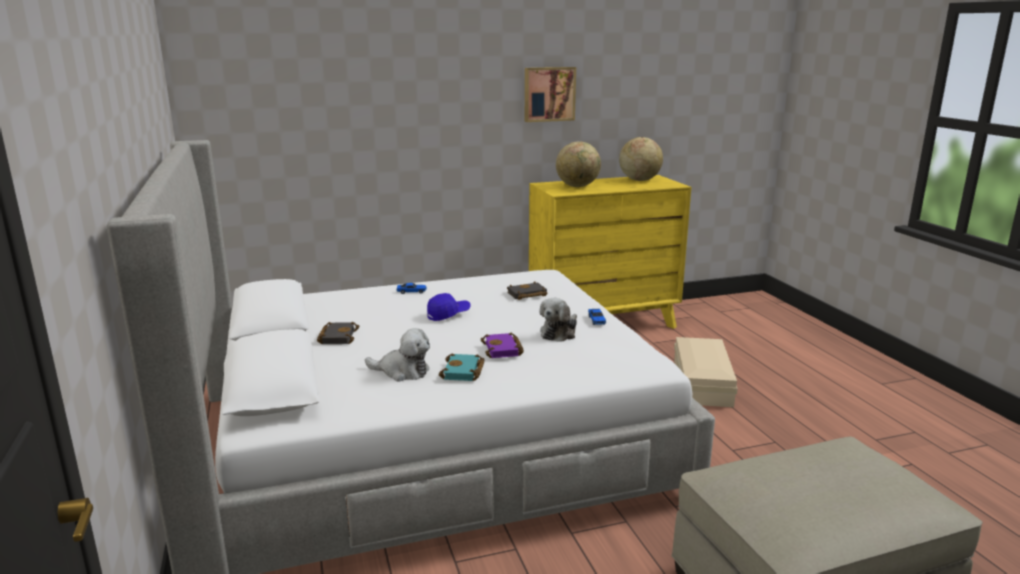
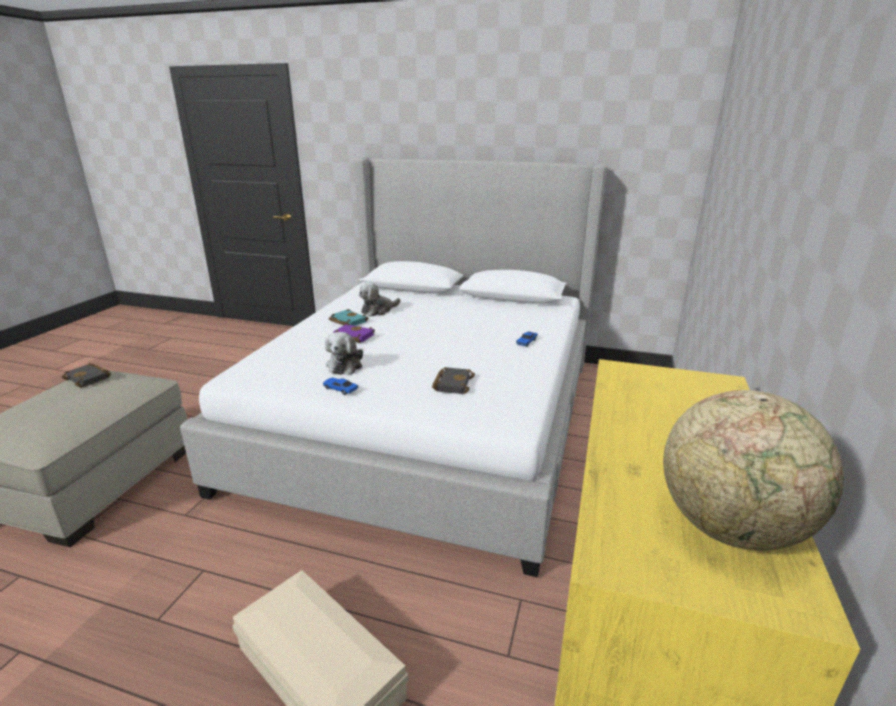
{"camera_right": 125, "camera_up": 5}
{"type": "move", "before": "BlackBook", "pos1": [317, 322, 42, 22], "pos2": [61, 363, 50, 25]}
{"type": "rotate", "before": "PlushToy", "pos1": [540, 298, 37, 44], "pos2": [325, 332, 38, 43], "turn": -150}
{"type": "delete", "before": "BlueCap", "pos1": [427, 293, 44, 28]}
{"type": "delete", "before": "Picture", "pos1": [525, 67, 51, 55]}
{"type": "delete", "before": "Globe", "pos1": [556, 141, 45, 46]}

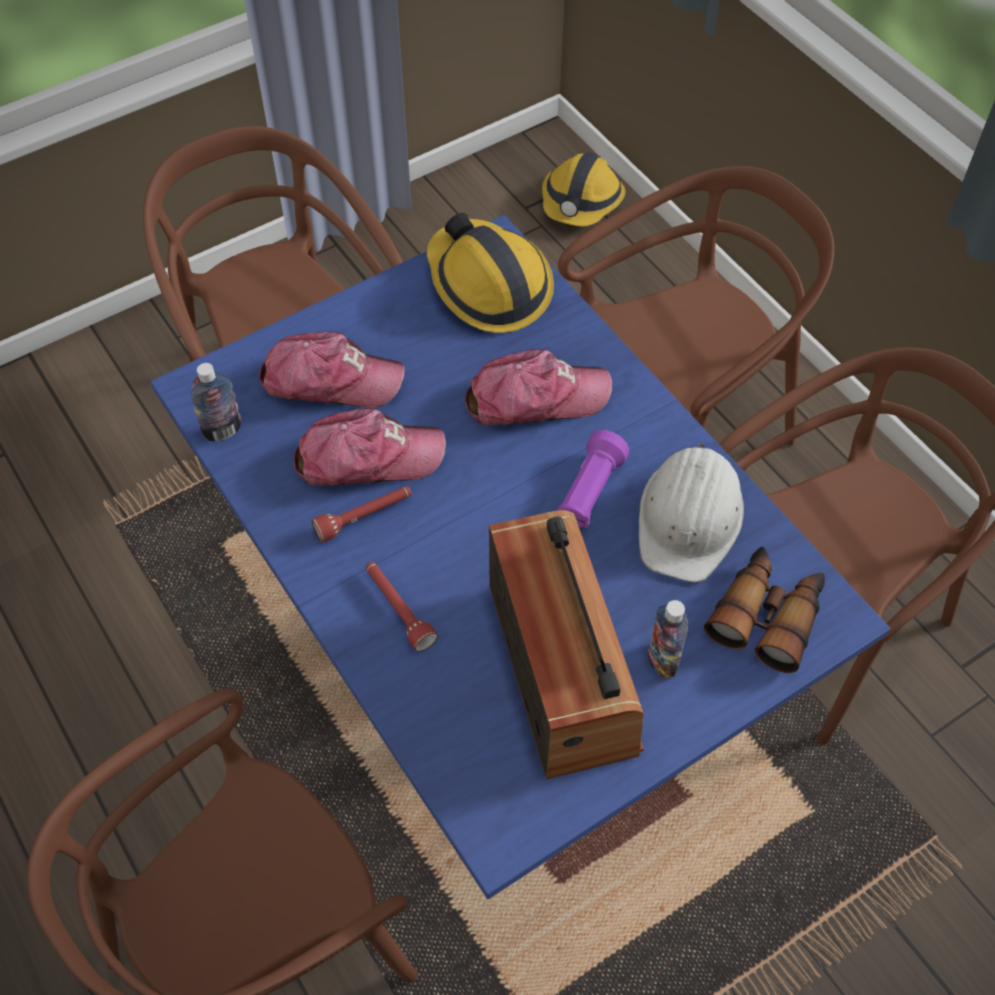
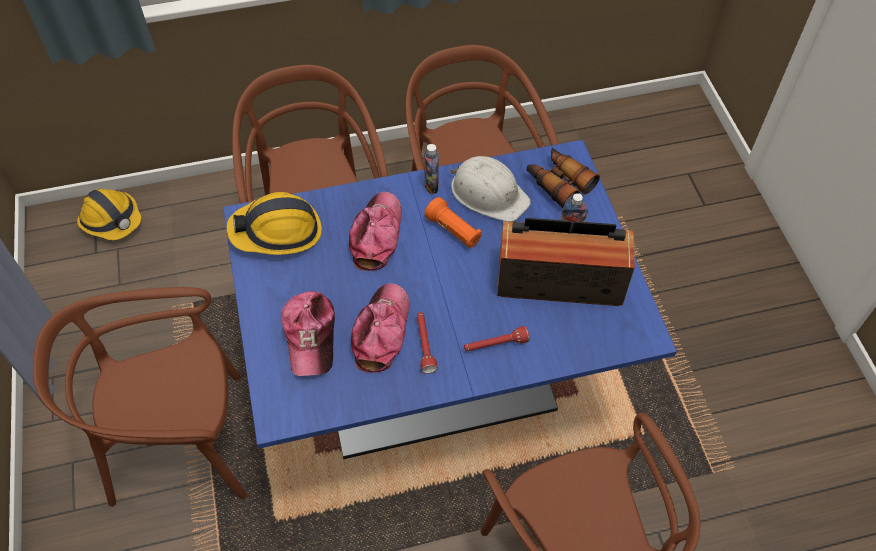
{"camera_right": -70, "camera_up": 0}
{"type": "rotate", "before": "Cap", "pos1": [259, 332, 146, 75], "pos2": [282, 291, 53, 85], "turn": 150}
{"type": "move", "before": "Bottle", "pos1": [191, 363, 50, 78], "pos2": [424, 144, 15, 50]}
{"type": "recolor", "before": "PurpleFlashlight", "after": "OrangeFlashlight", "pos1": [557, 430, 72, 98], "pos2": [425, 197, 56, 51]}

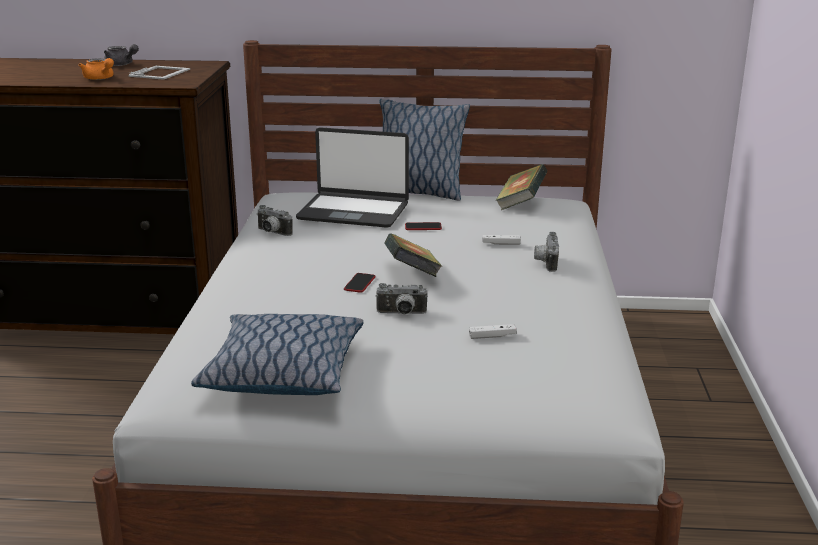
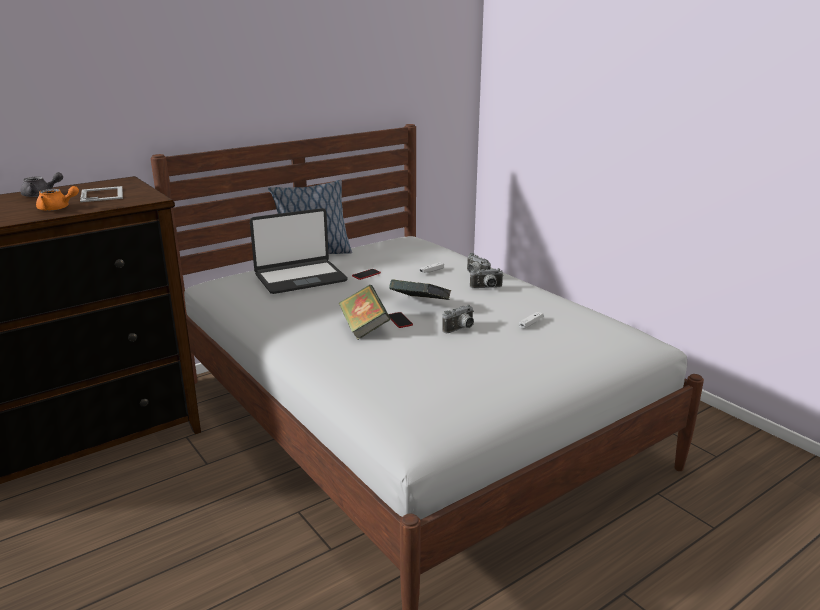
{"camera_right": -40, "camera_up": 0}
{"type": "move", "before": "Book", "pos1": [495, 164, 52, 46], "pos2": [338, 285, 53, 55]}
{"type": "move", "before": "PhotoCamera", "pos1": [256, 205, 37, 31], "pos2": [470, 268, 34, 20]}
{"type": "delete", "before": "Pillow", "pos1": [191, 314, 172, 81]}

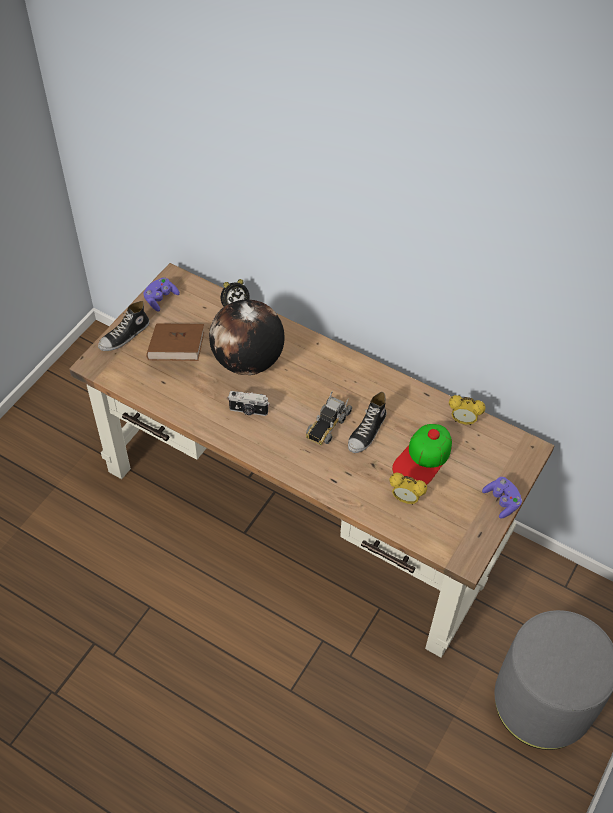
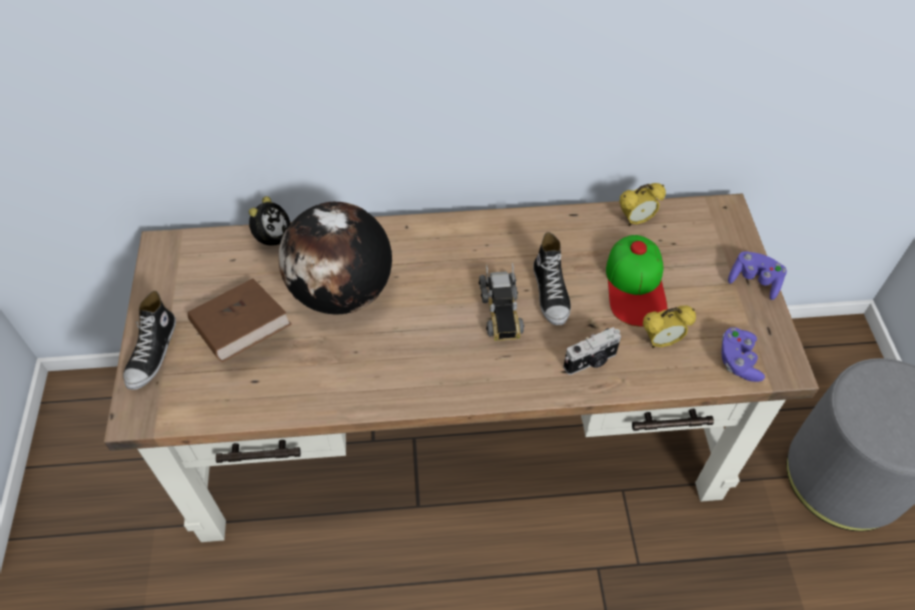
{"camera_right": -35, "camera_up": 0}
{"type": "move", "before": "PhotoCamera", "pos1": [228, 391, 41, 25], "pos2": [563, 327, 58, 48]}
{"type": "move", "before": "PurpleGameController", "pos1": [143, 277, 37, 35], "pos2": [721, 327, 44, 55]}

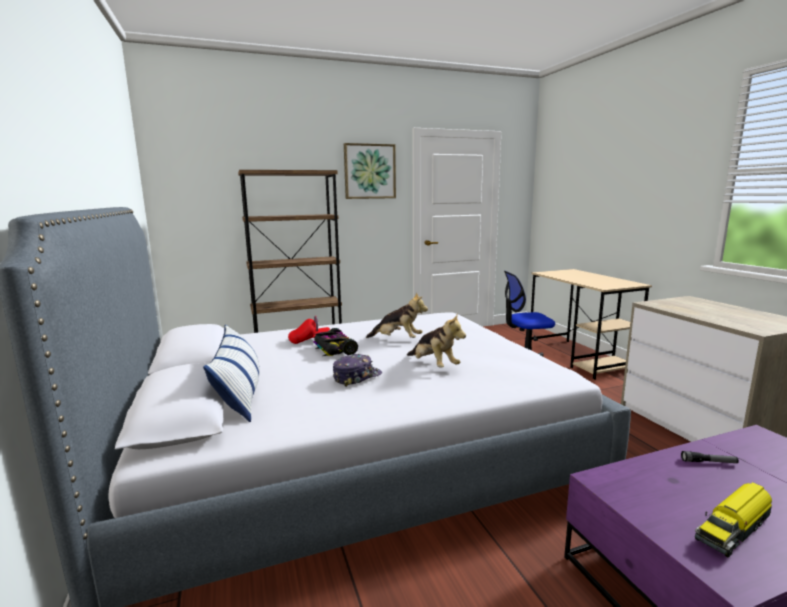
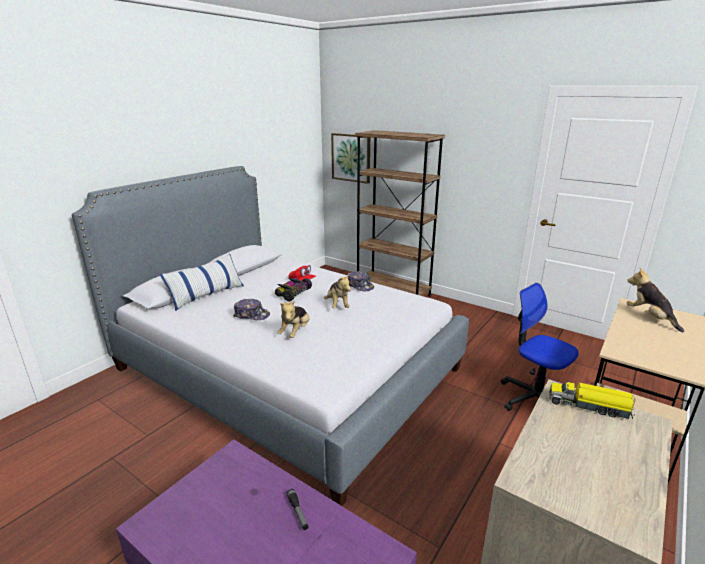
{"camera_right": 55, "camera_up": 10}
{"type": "move", "before": "Picture", "pos1": [344, 143, 52, 56], "pos2": [331, 133, 39, 51]}
{"type": "insert", "after": "Cap", "pos2": [347, 271, 27, 20]}
{"type": "move", "before": "ToyTruck", "pos1": [695, 482, 77, 76], "pos2": [550, 381, 85, 38]}
{"type": "insert", "after": "PlushToy", "pos2": [627, 268, 57, 64]}

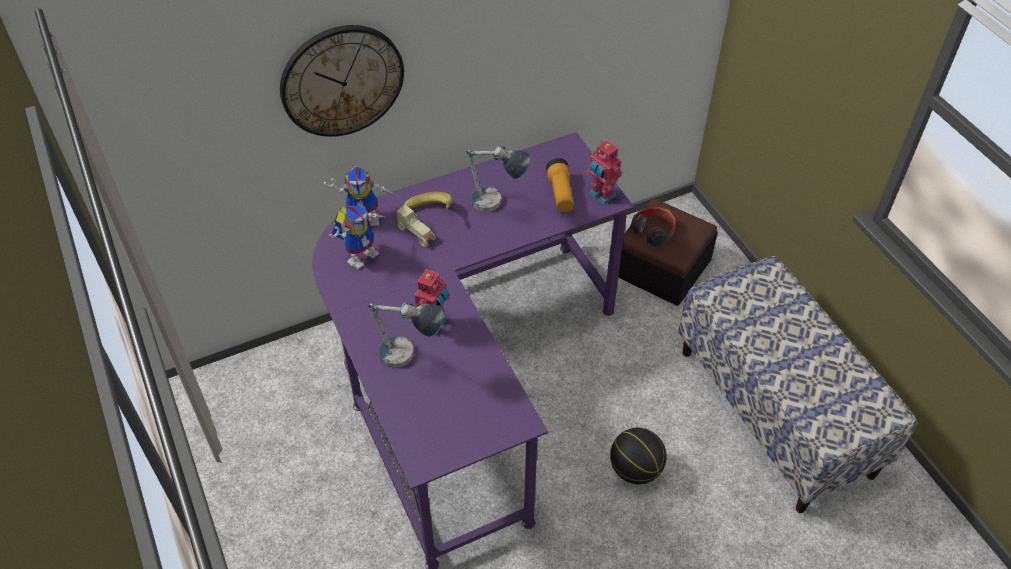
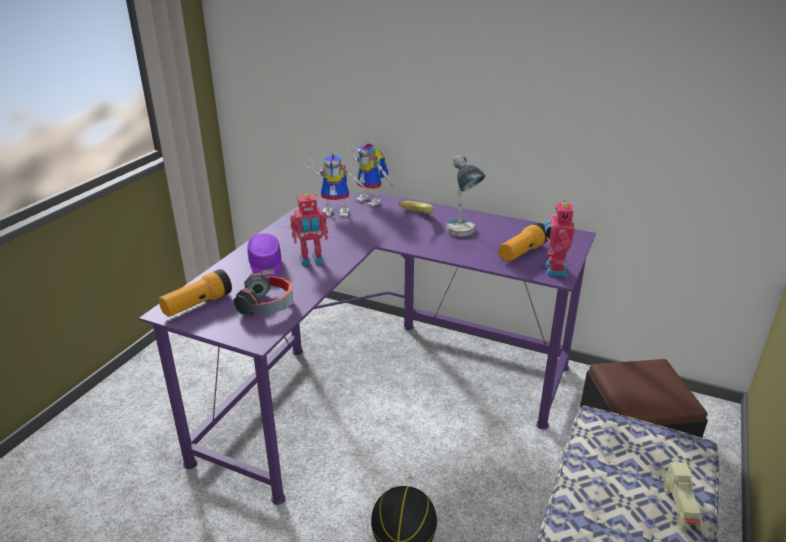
{"camera_right": 50, "camera_up": -20}
{"type": "insert", "after": "Flashlight", "pos2": [159, 269, 73, 48]}
{"type": "move", "before": "Headphones", "pos1": [630, 207, 45, 40], "pos2": [233, 273, 60, 42]}
{"type": "replace", "before": "TableLamp", "after": "PurpleCap", "pos1": [369, 302, 74, 66], "pos2": [247, 233, 35, 44]}
{"type": "move", "before": "BeigeToyCar", "pos1": [396, 205, 40, 42], "pos2": [663, 462, 40, 68]}
{"type": "delete", "before": "WallClock", "pos1": [280, 25, 124, 112]}

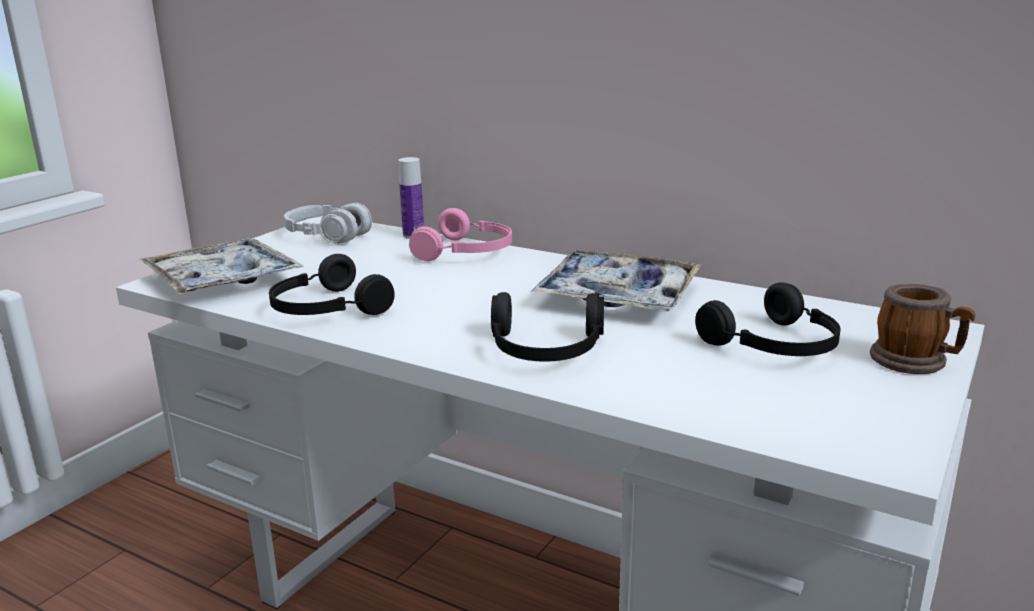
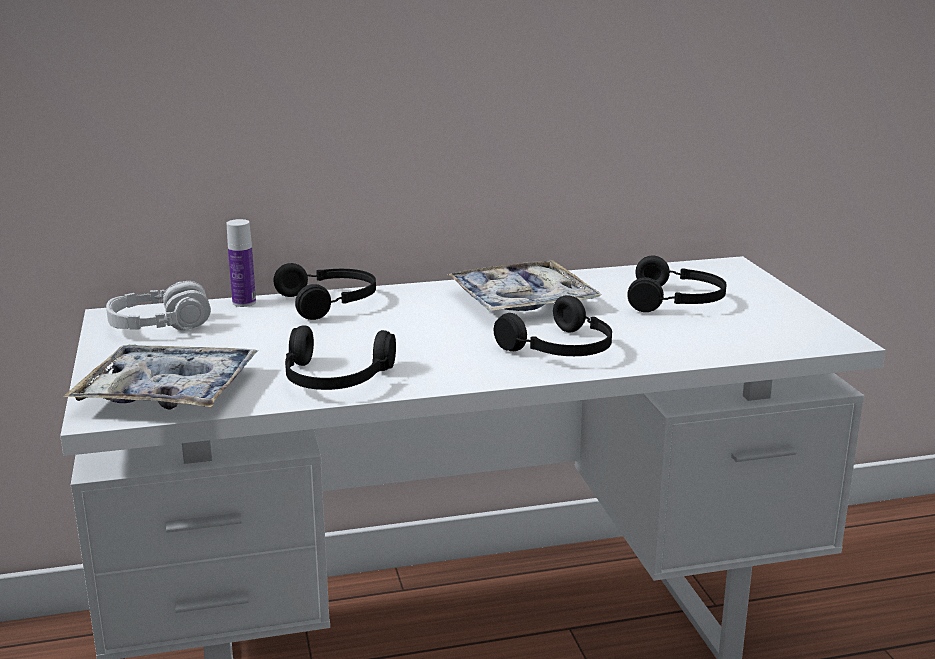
{"camera_right": -45, "camera_up": 0}
{"type": "recolor", "before": "PinkHeadphones", "after": "BlackHeadphones", "pos1": [409, 208, 103, 53], "pos2": [274, 263, 102, 57]}
{"type": "delete", "before": "Mug", "pos1": [870, 284, 105, 90]}

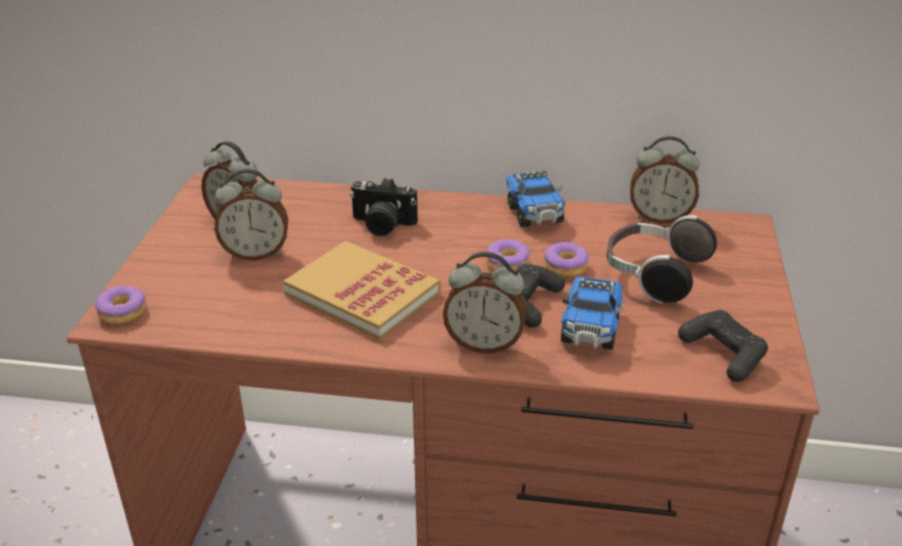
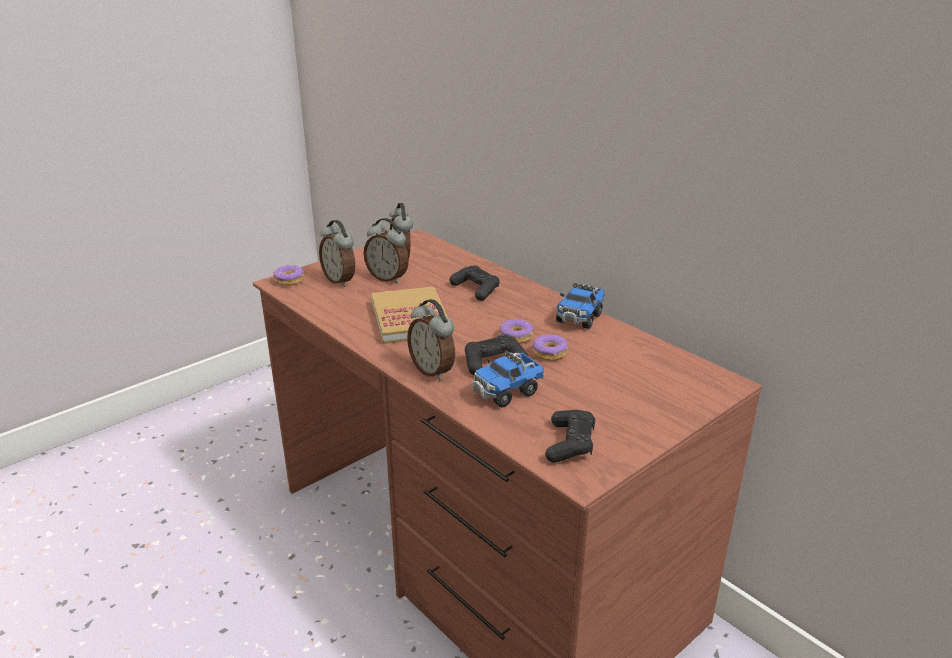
{"camera_right": 40, "camera_up": -5}
{"type": "move", "before": "AlarmClock", "pos1": [630, 136, 70, 88], "pos2": [319, 220, 36, 67]}
{"type": "replace", "before": "PhotoCamera", "after": "BlackGameController", "pos1": [350, 178, 68, 58], "pos2": [449, 265, 50, 36]}
{"type": "delete", "before": "Headphones", "pos1": [607, 215, 110, 89]}

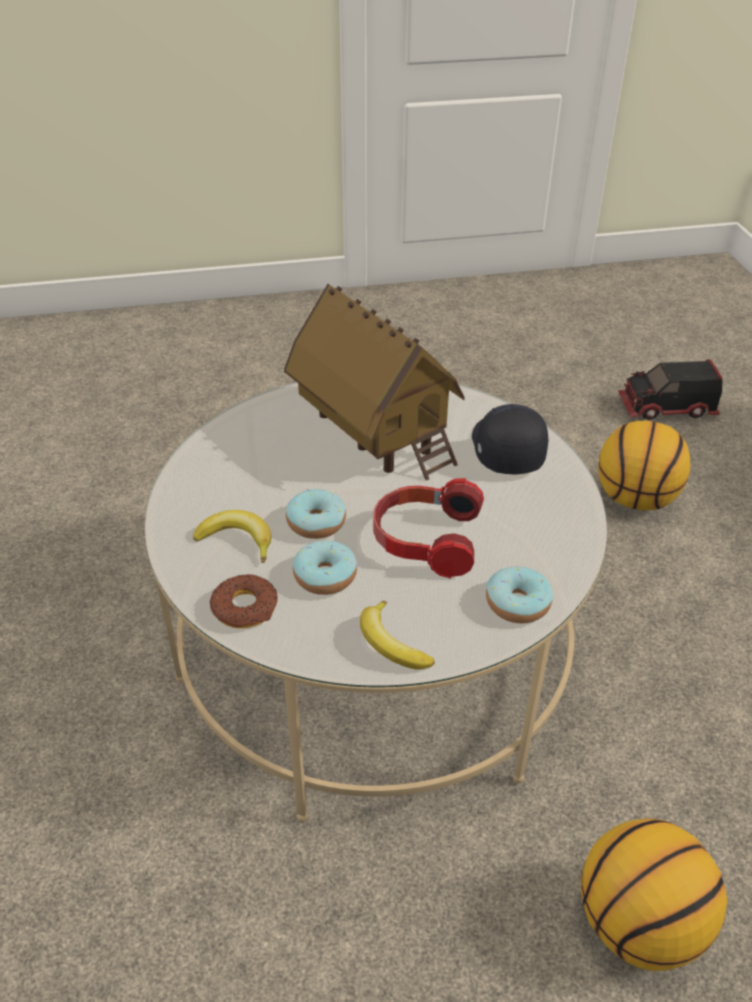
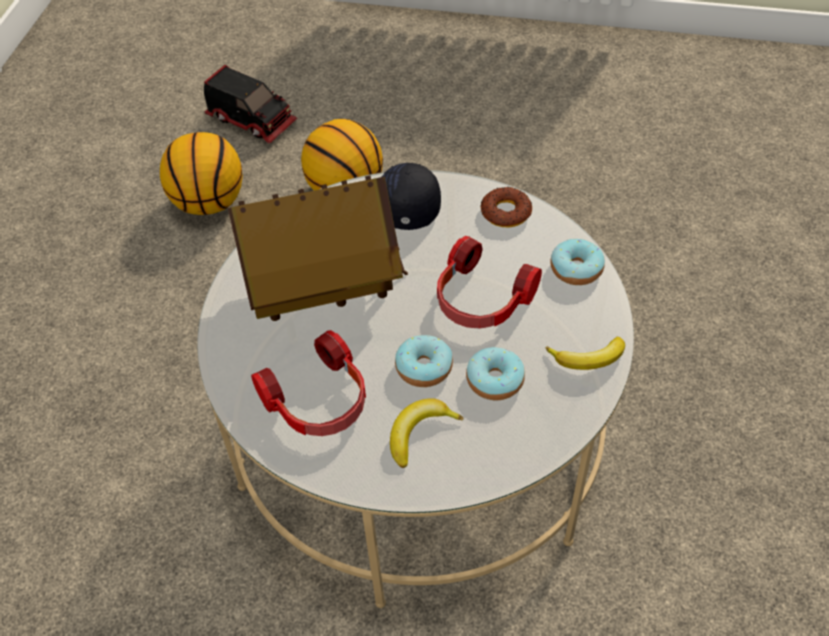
{"camera_right": -65, "camera_up": 10}
{"type": "move", "before": "Basketball", "pos1": [581, 819, 147, 152], "pos2": [160, 132, 83, 83]}
{"type": "rotate", "before": "ToyTruck", "pos1": [618, 359, 105, 61], "pos2": [204, 65, 93, 78], "turn": -75}
{"type": "insert", "after": "Headphones", "pos2": [251, 330, 115, 106]}
{"type": "move", "before": "Donut", "pos1": [210, 574, 68, 54], "pos2": [480, 187, 52, 41]}

